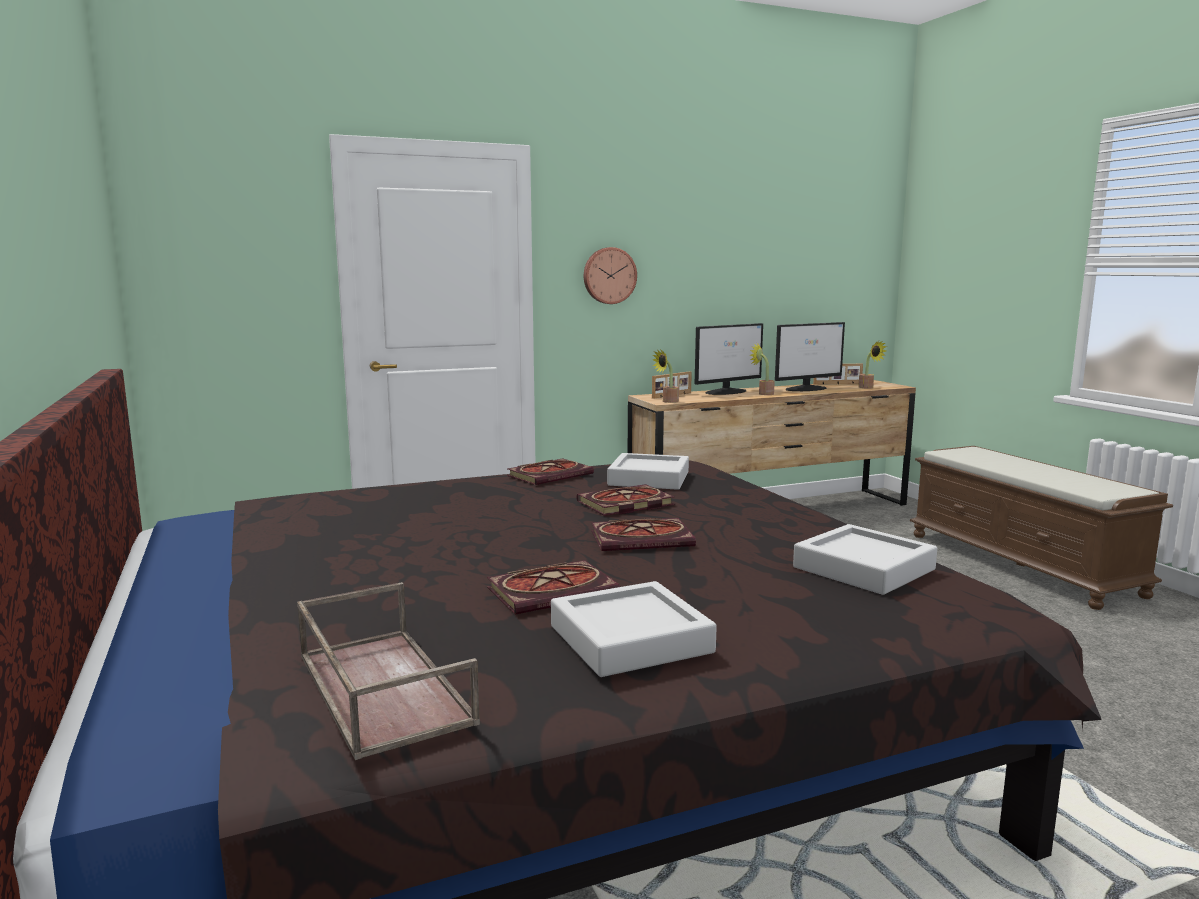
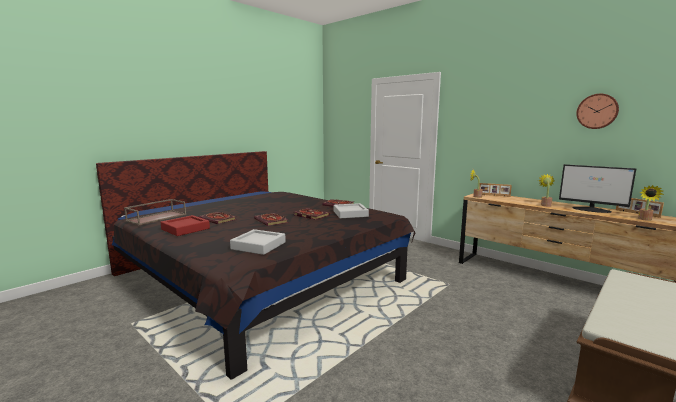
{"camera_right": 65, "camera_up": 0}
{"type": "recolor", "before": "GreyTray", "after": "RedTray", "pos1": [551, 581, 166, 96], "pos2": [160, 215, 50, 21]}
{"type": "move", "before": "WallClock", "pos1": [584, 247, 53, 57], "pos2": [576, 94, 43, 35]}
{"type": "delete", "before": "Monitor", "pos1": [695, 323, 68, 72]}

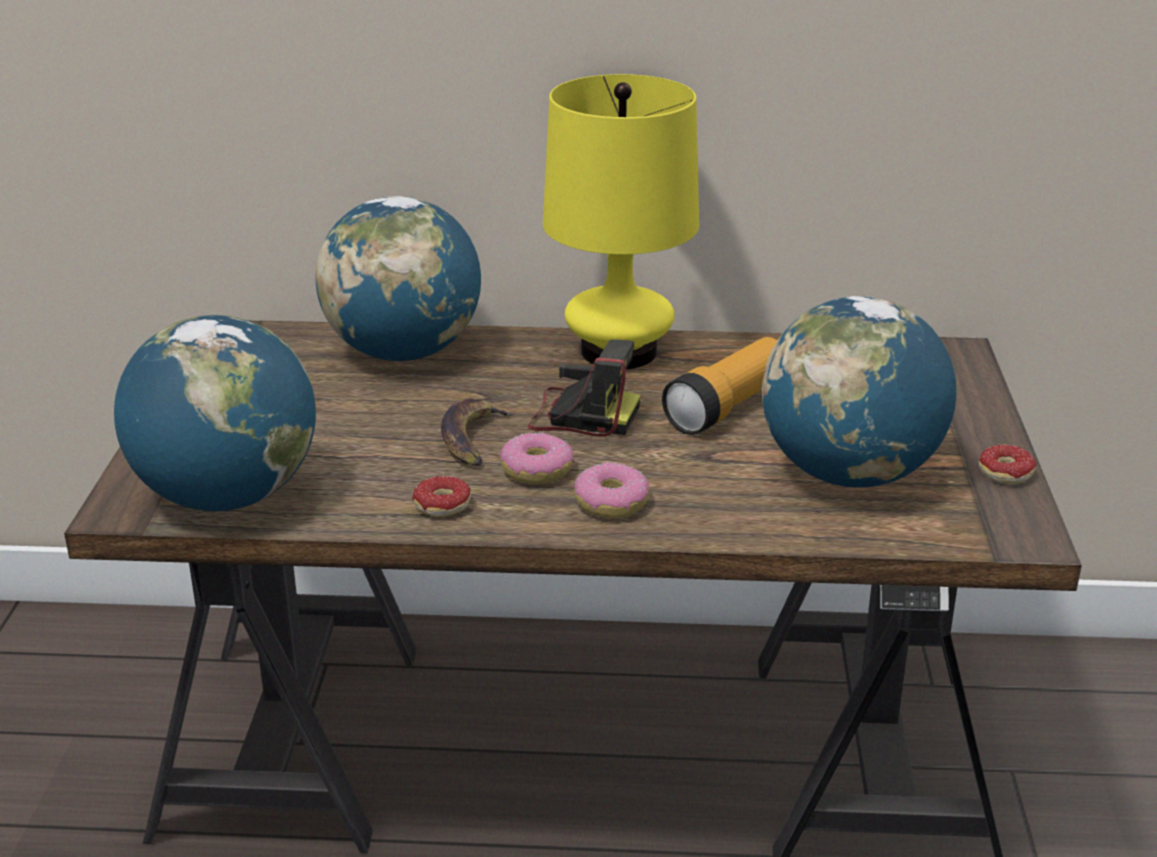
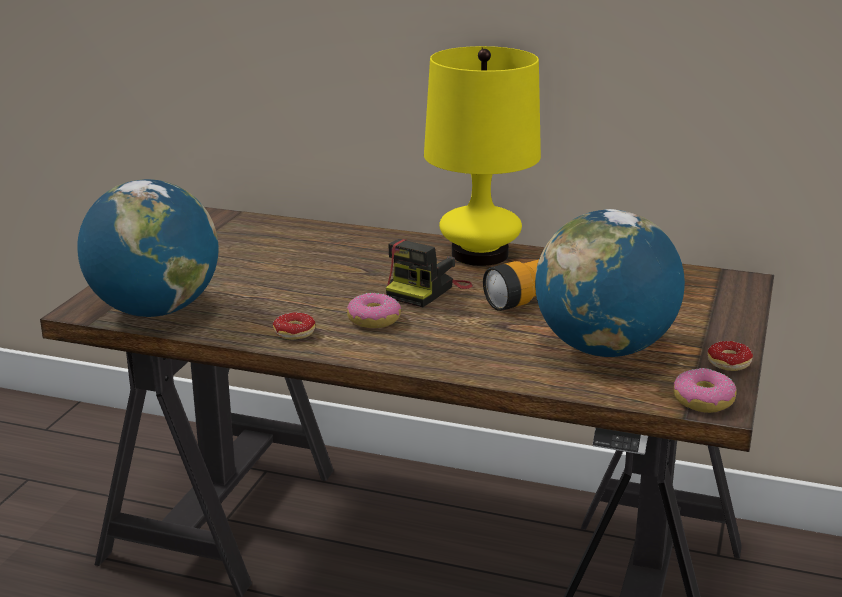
{"camera_right": 15, "camera_up": -5}
{"type": "rotate", "before": "PhotoCamera", "pos1": [528, 340, 113, 97], "pos2": [386, 239, 87, 68], "turn": 90}
{"type": "move", "before": "Donut", "pos1": [574, 462, 76, 57], "pos2": [673, 368, 64, 45]}
{"type": "delete", "before": "Globe", "pos1": [316, 196, 165, 165]}
{"type": "delete", "before": "Banana", "pos1": [441, 398, 74, 68]}

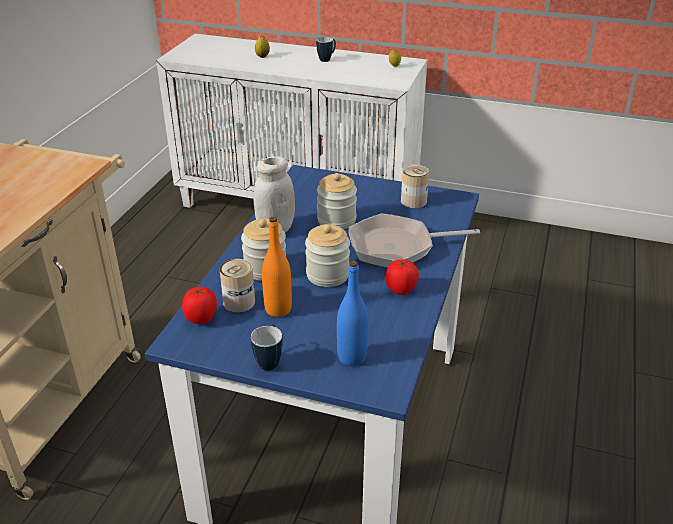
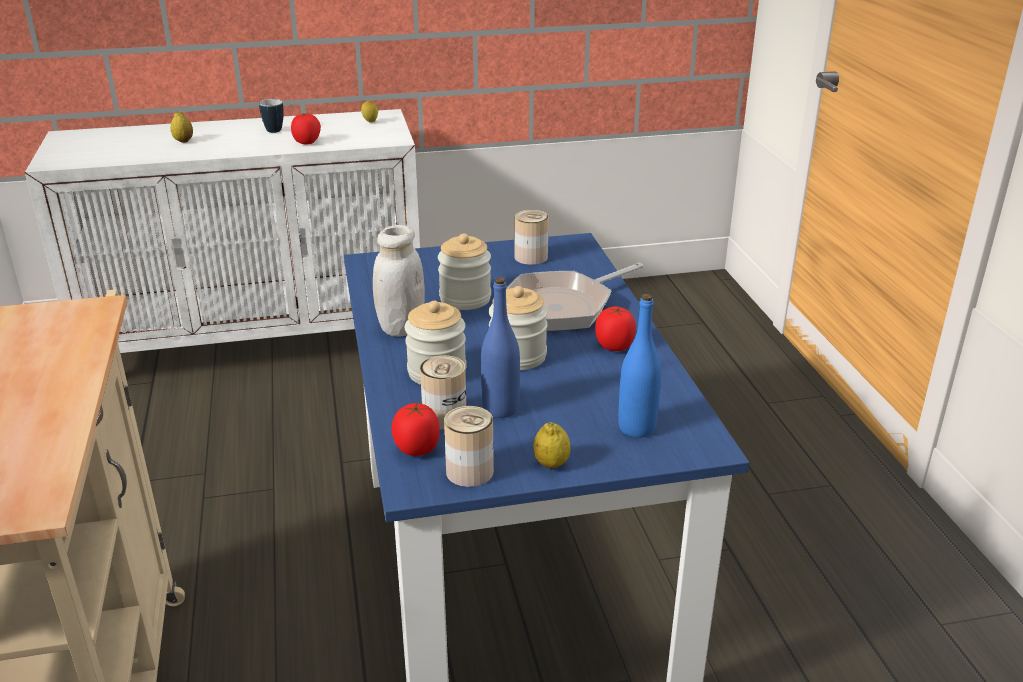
{"camera_right": -30, "camera_up": -5}
{"type": "insert", "after": "Tomato", "pos2": [291, 113, 30, 31]}
{"type": "insert", "after": "Can", "pos2": [444, 406, 50, 81]}
{"type": "recolor", "before": "OrangeBottle", "after": "BlueBottle", "pos1": [262, 217, 30, 100], "pos2": [481, 277, 39, 141]}
{"type": "replace", "before": "Mug", "after": "Lemon", "pos1": [251, 325, 32, 46], "pos2": [533, 422, 38, 46]}

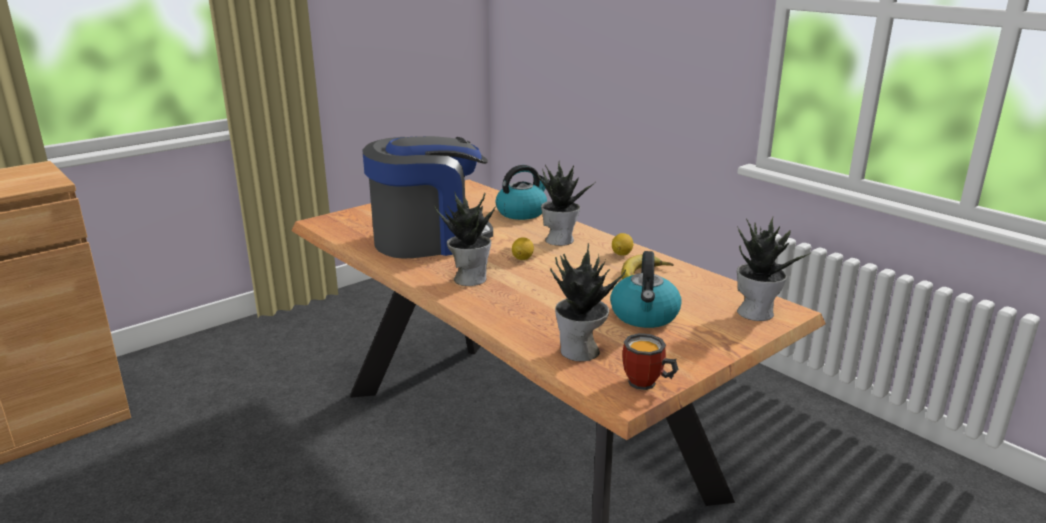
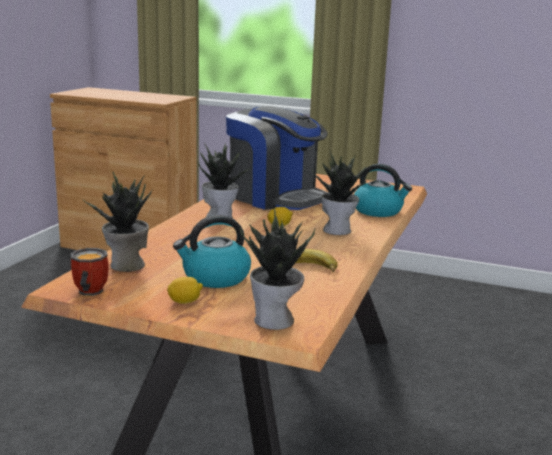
{"camera_right": 60, "camera_up": -5}
{"type": "move", "before": "Lemon", "pos1": [612, 233, 21, 22], "pos2": [167, 277, 36, 27]}

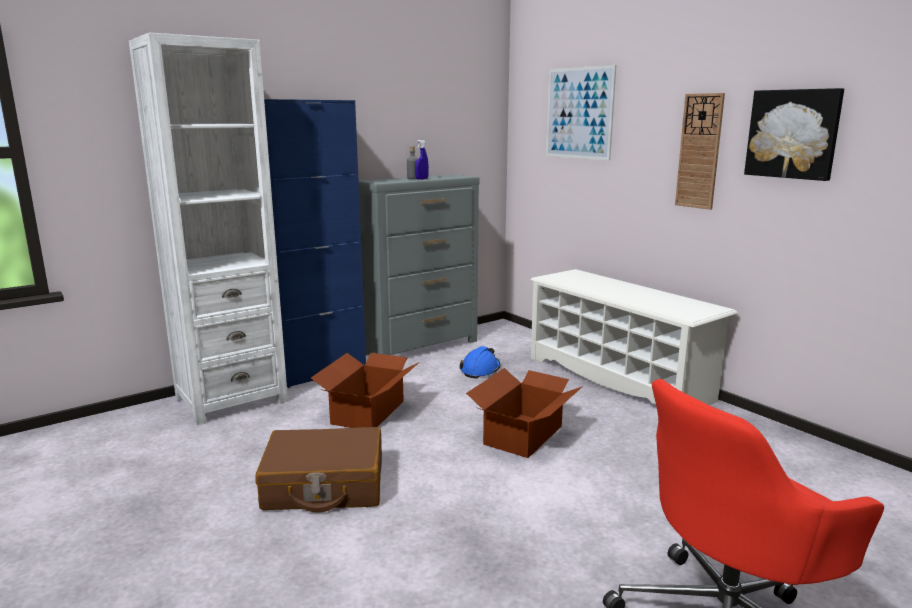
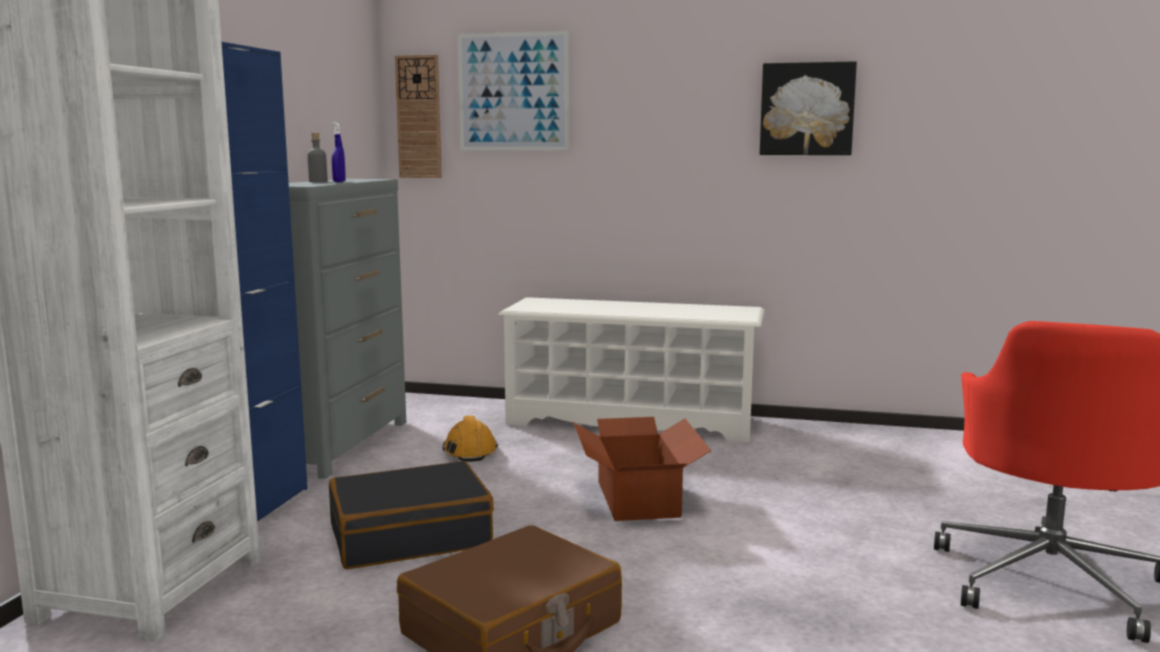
{"camera_right": -40, "camera_up": -5}
{"type": "replace", "before": "CardboardBox", "after": "BlackSuitcase", "pos1": [311, 353, 108, 75], "pos2": [329, 461, 165, 108]}
{"type": "move", "before": "WallClock", "pos1": [675, 93, 50, 117], "pos2": [395, 55, 47, 123]}
{"type": "recolor", "before": "BlueHardHat", "after": "OrangeHardHat", "pos1": [459, 346, 41, 33], "pos2": [442, 416, 56, 46]}

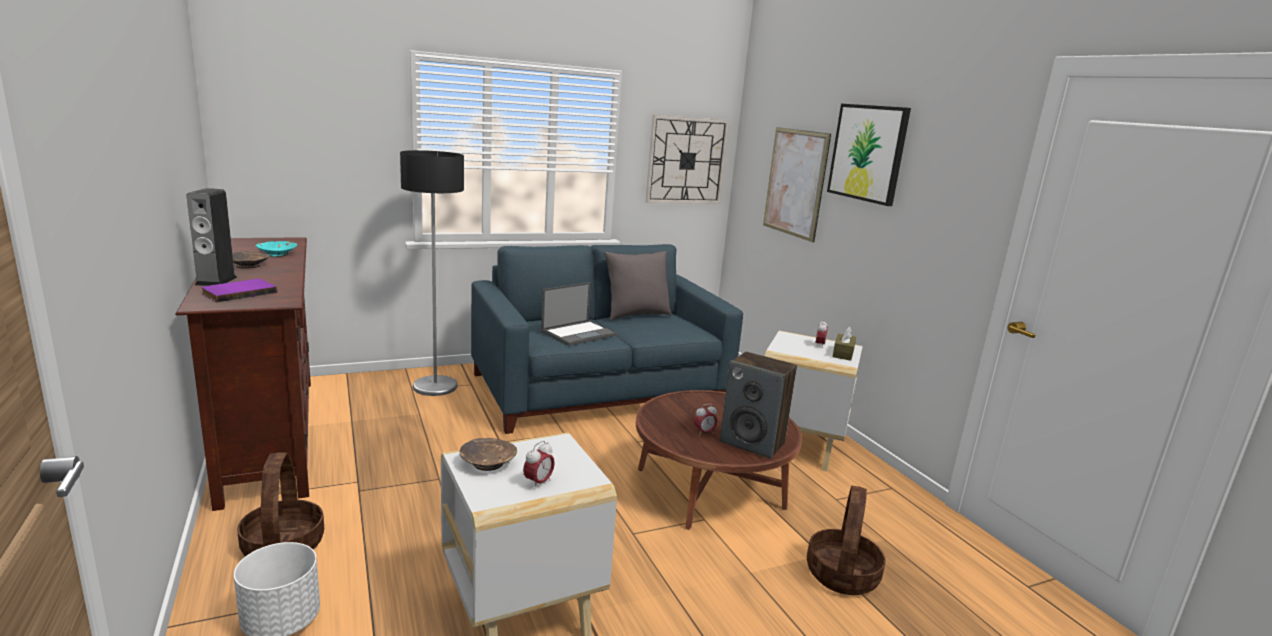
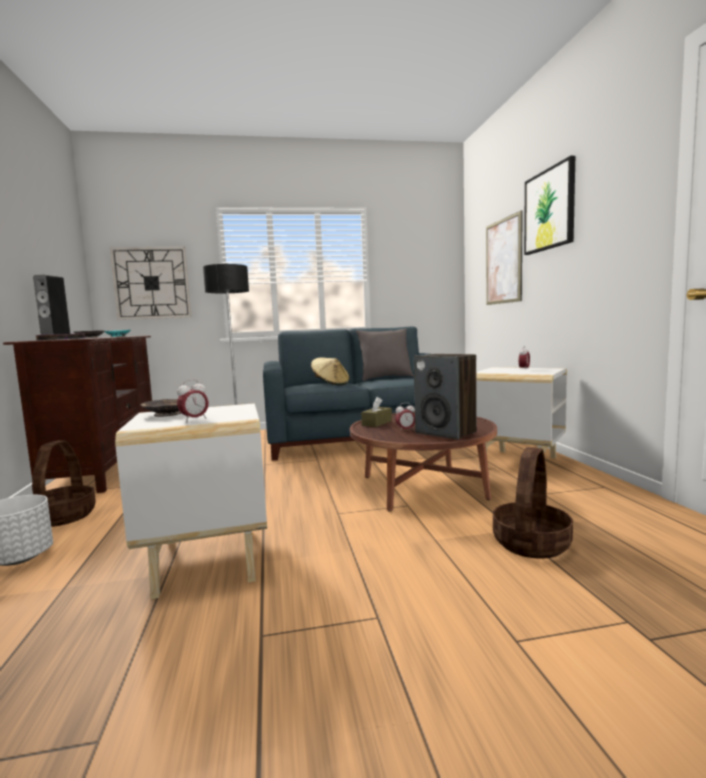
{"camera_right": 15, "camera_up": -10}
{"type": "move", "before": "WallClock", "pos1": [646, 115, 83, 89], "pos2": [110, 247, 81, 73]}
{"type": "replace", "before": "Laptop", "after": "BeigeHat", "pos1": [541, 282, 76, 64], "pos2": [311, 357, 38, 28]}
{"type": "move", "before": "BrownTissueBox", "pos1": [832, 327, 24, 34], "pos2": [361, 397, 31, 30]}

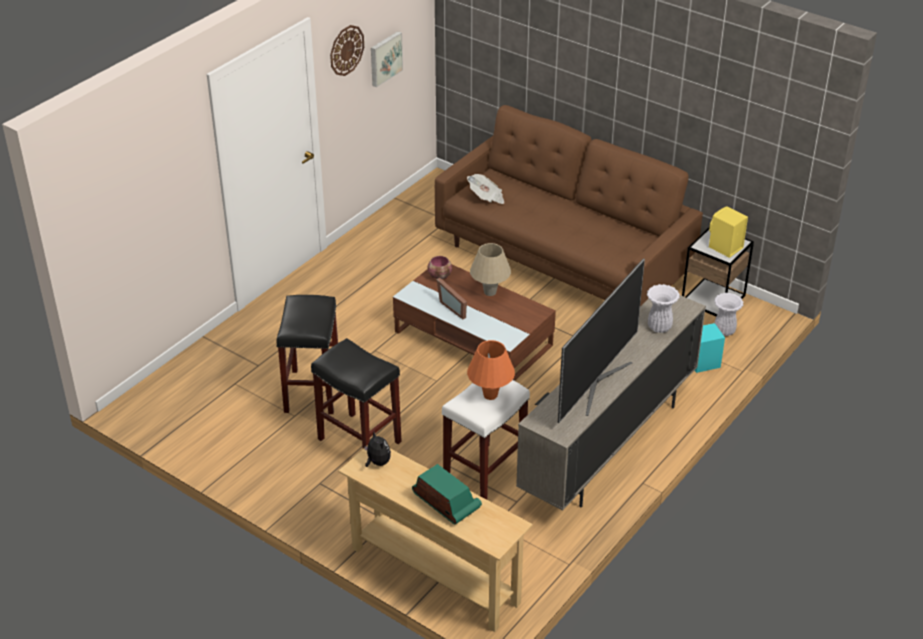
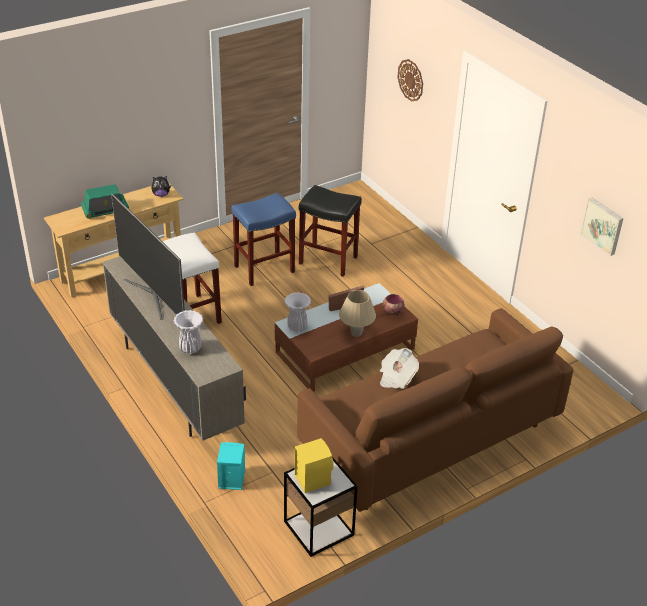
{"camera_right": 110, "camera_up": 0}
{"type": "recolor", "before": "BlackStool", "after": "BlueStool", "pos1": [311, 338, 91, 111], "pos2": [231, 193, 65, 93]}
{"type": "move", "before": "WhiteVase", "pos1": [714, 293, 30, 43], "pos2": [284, 292, 27, 40]}
{"type": "move", "before": "Newspaper", "pos1": [467, 174, 37, 30], "pos2": [380, 348, 39, 41]}
{"type": "move", "before": "WallClock", "pos1": [330, 25, 34, 51], "pos2": [397, 59, 26, 43]}
{"type": "delete", "before": "OrangeTableLamp", "pos1": [467, 340, 48, 60]}

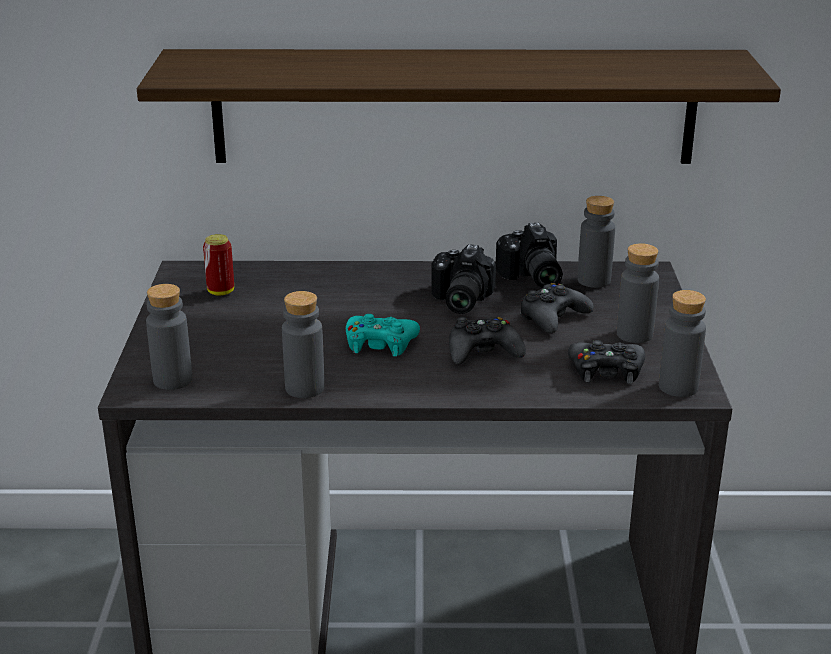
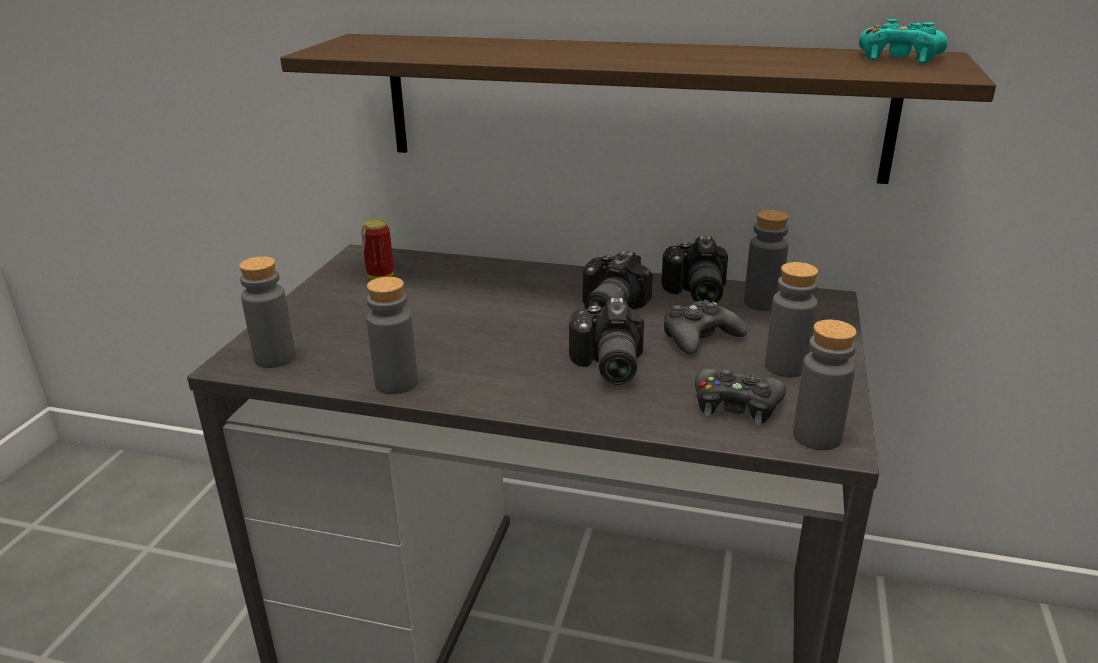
{"camera_right": 15, "camera_up": 0}
{"type": "replace", "before": "BlackGameController", "after": "PhotoCamera", "pos1": [449, 317, 77, 47], "pos2": [569, 298, 75, 87]}
{"type": "move", "before": "TurquoiseGameController", "pos1": [346, 314, 74, 42], "pos2": [859, 19, 89, 45]}

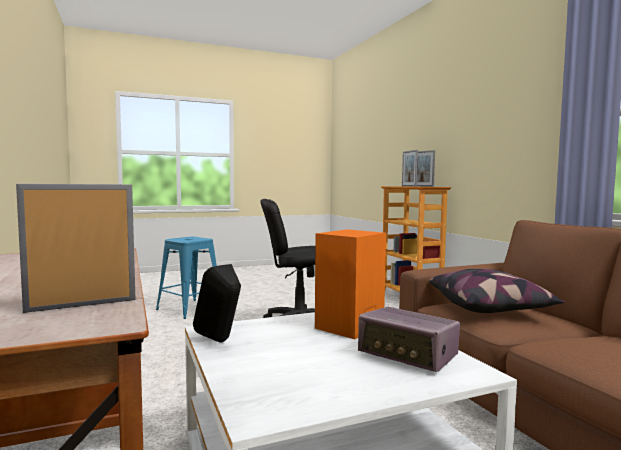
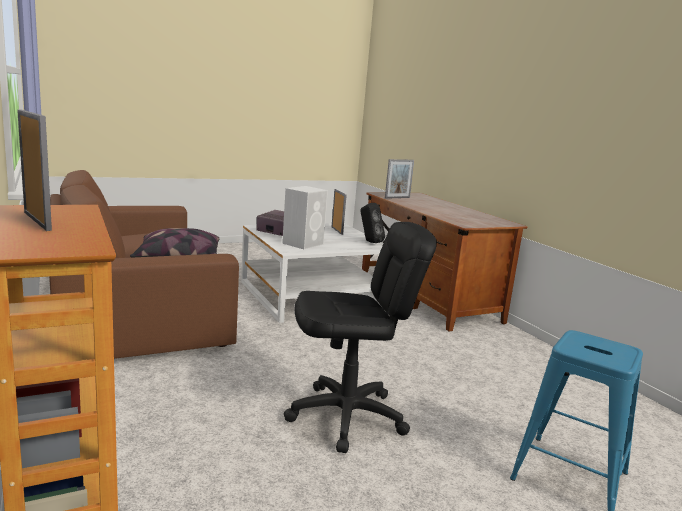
{"camera_right": 175, "camera_up": 10}
{"type": "recolor", "before": "OrangeSpeaker", "after": "WhiteSpeaker", "pos1": [315, 229, 71, 110], "pos2": [282, 186, 46, 63]}
{"type": "move", "before": "PictureFrame", "pos1": [402, 150, 16, 37], "pos2": [332, 189, 15, 46]}

